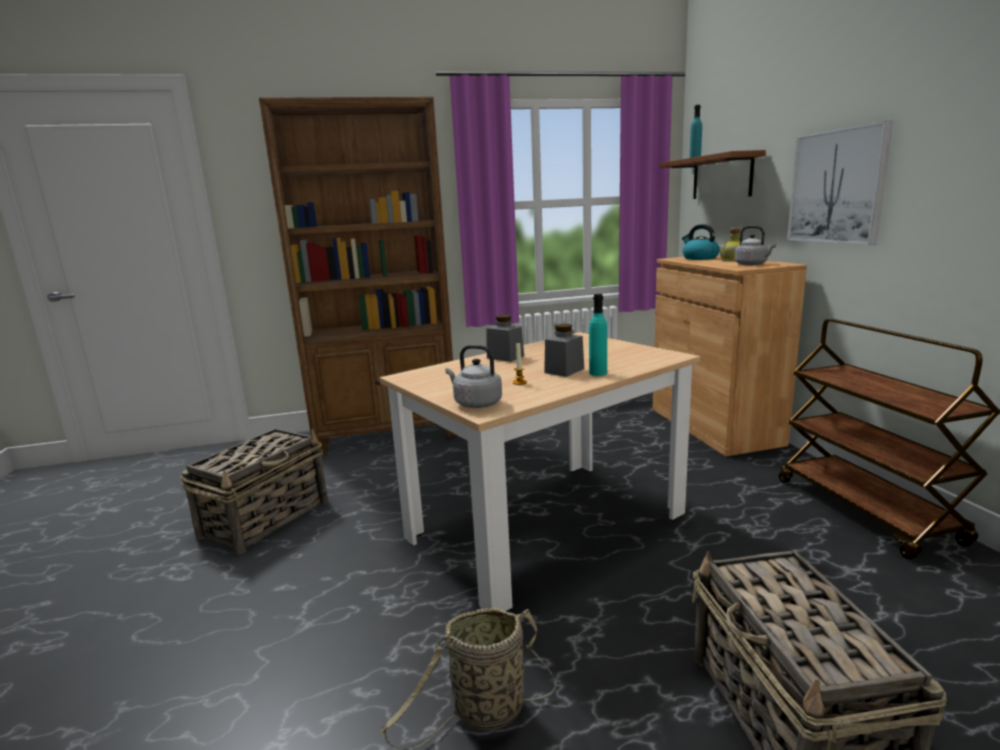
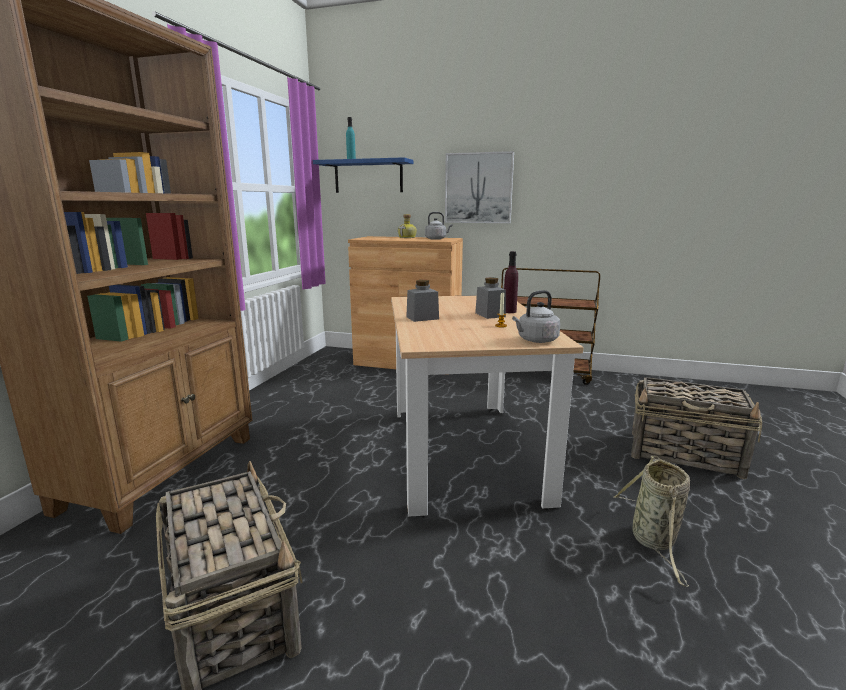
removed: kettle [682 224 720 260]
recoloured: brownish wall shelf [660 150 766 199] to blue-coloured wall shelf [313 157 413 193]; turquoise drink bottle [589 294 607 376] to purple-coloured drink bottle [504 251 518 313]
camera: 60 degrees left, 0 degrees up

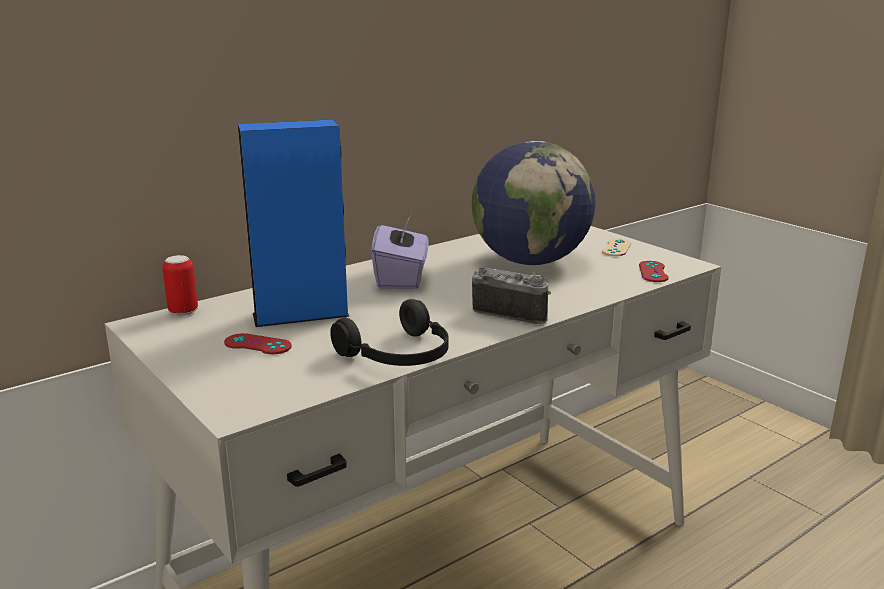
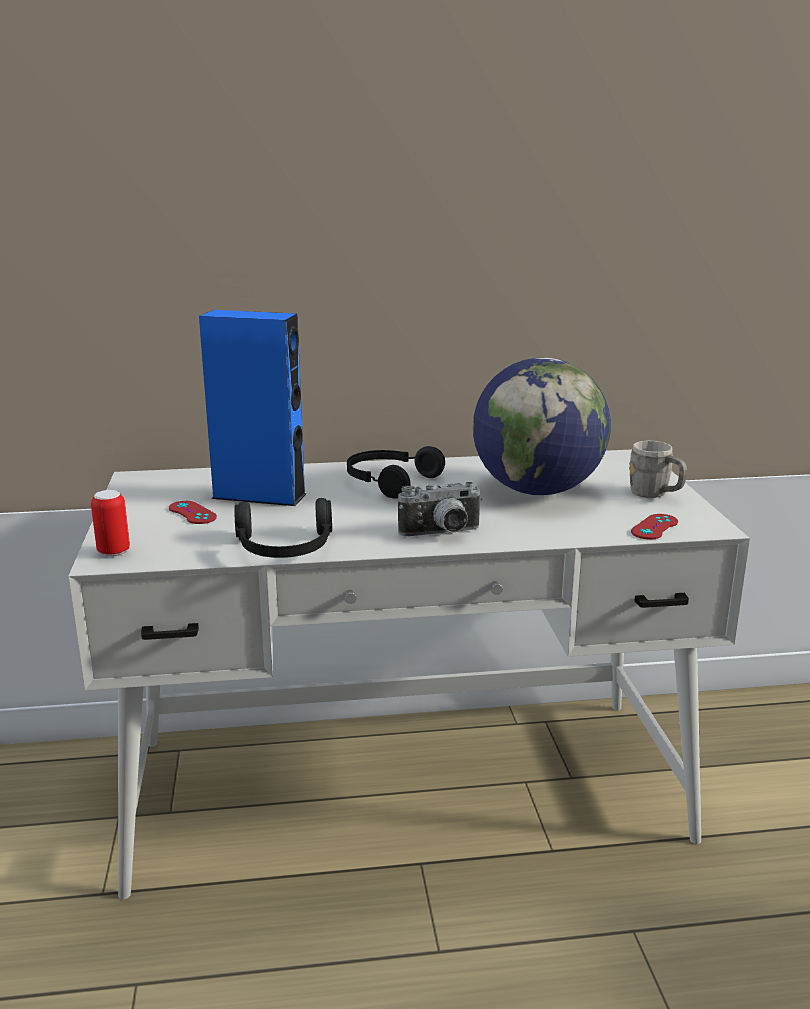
moved: can [162 255 198 315] to [91 490 130 557]
replaced: purple-coloured tissue holder [371 215 428 289] to black headset [347 446 445 499]; sand-coloured gamepad [602 238 631 256] to gray mug [629 441 687 498]
turned: still camera [472 267 551 324] = [398 482 482 536] 105 degrees clockwise
camera: 30 degrees right, 0 degrees up

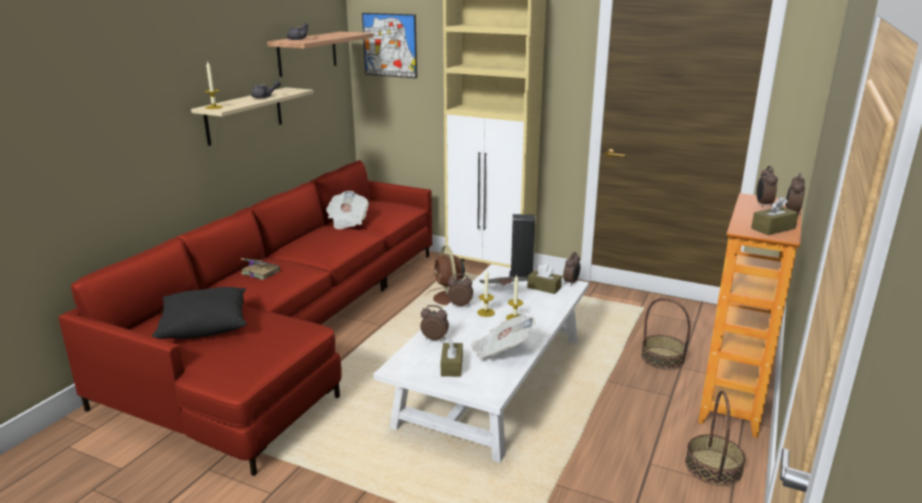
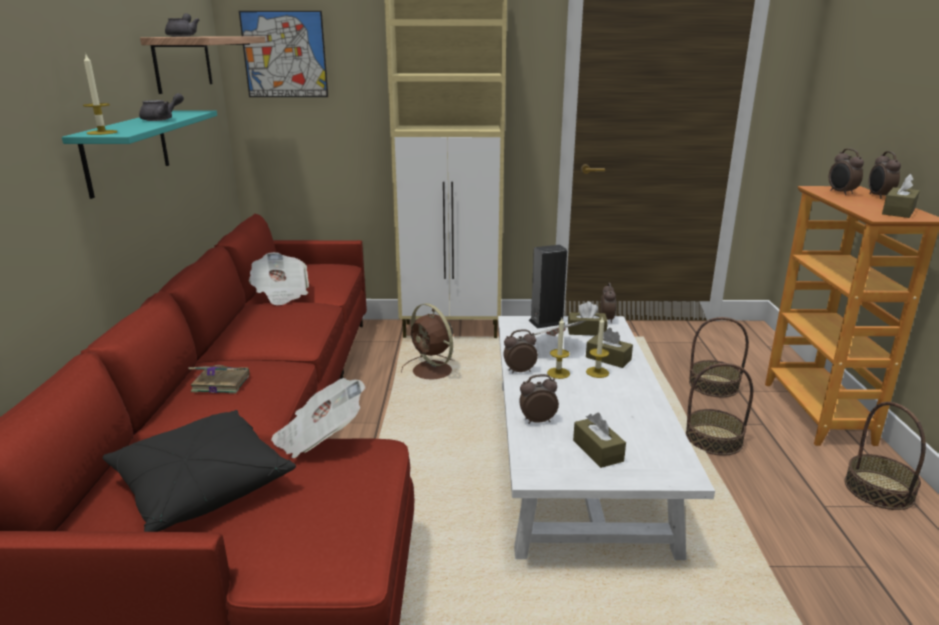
added: brownish tissue holder [586 328 633 368]; household basket [686 363 753 456]
moved: daily paper [471 314 536 359] to [271 378 366 458]
recoloured: sand-coloured wall shelf [191 87 314 146] to turquoise wall shelf [62 110 217 199]
camera: 25 degrees left, 0 degrees up

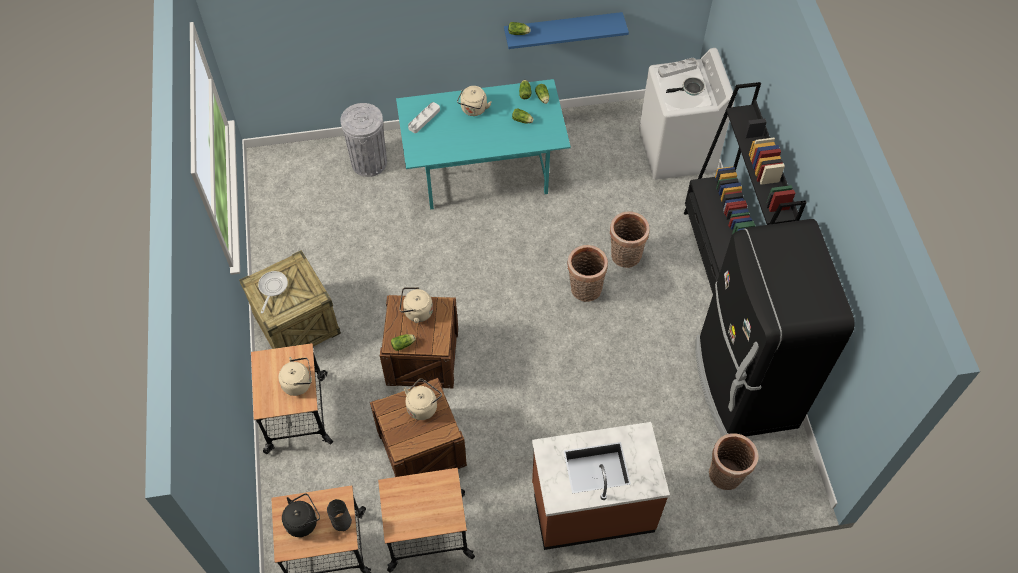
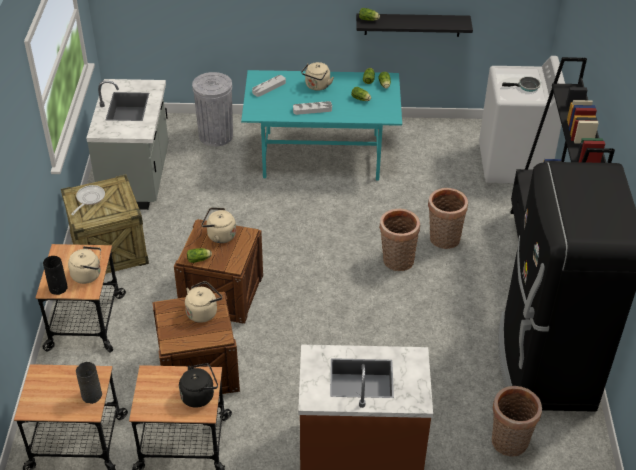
added: black flower vase [43 256 68 295]; gray kitchen base unit [86 79 168 210]
moved: black kettle [282 493 320 537] to [179 363 218 408]; gray carrying tray [658 58 698 78] to [293 101 332 115]
recoloured: blue-coloured wall shelf [504 12 629 49] to black wall shelf [356 14 473 37]
camera: 10 degrees right, 15 degrees down

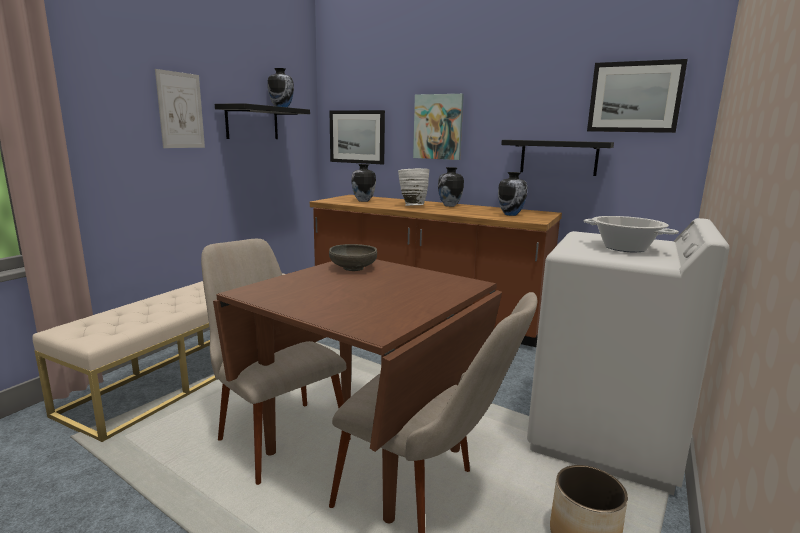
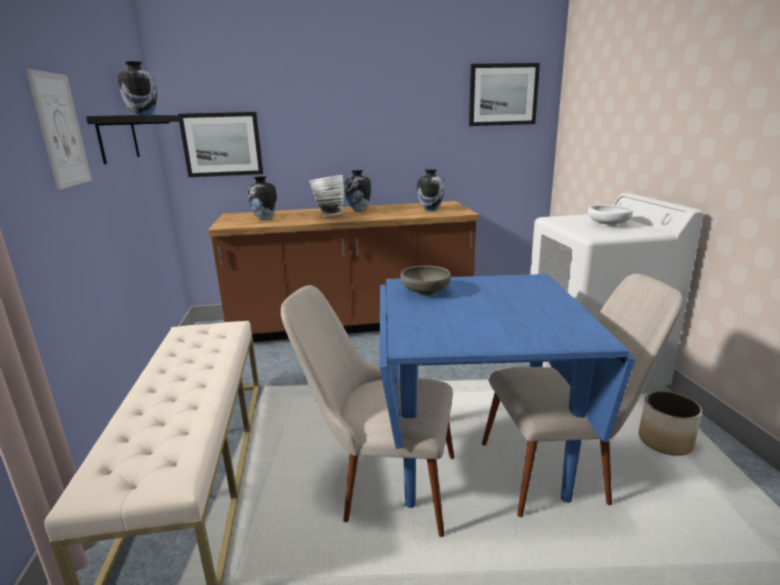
removed: wall art [413 94 464 160]; black wall shelf [501 140 614 176]
replaced: stockpot [584 216 679 252] to whitish serving bowl [588 205 633 227]
recoloured: brownish dinner table [213 259 502 523] to blue-coloured dinner table [379 274 636 508]
camera: 35 degrees left, 5 degrees up

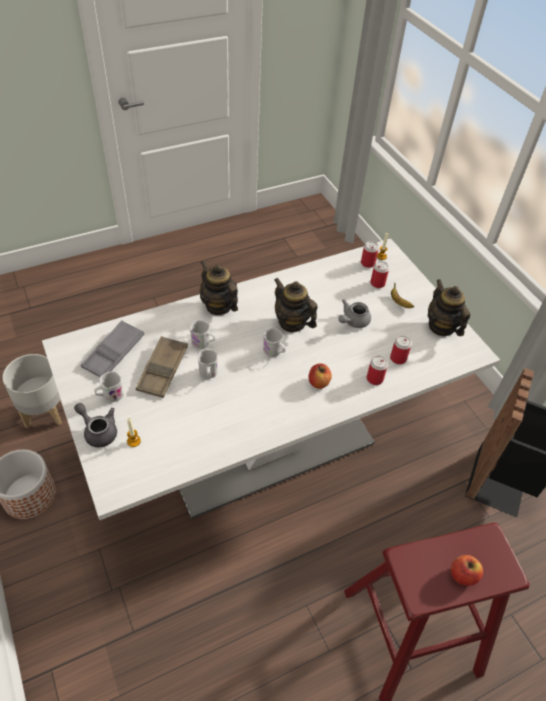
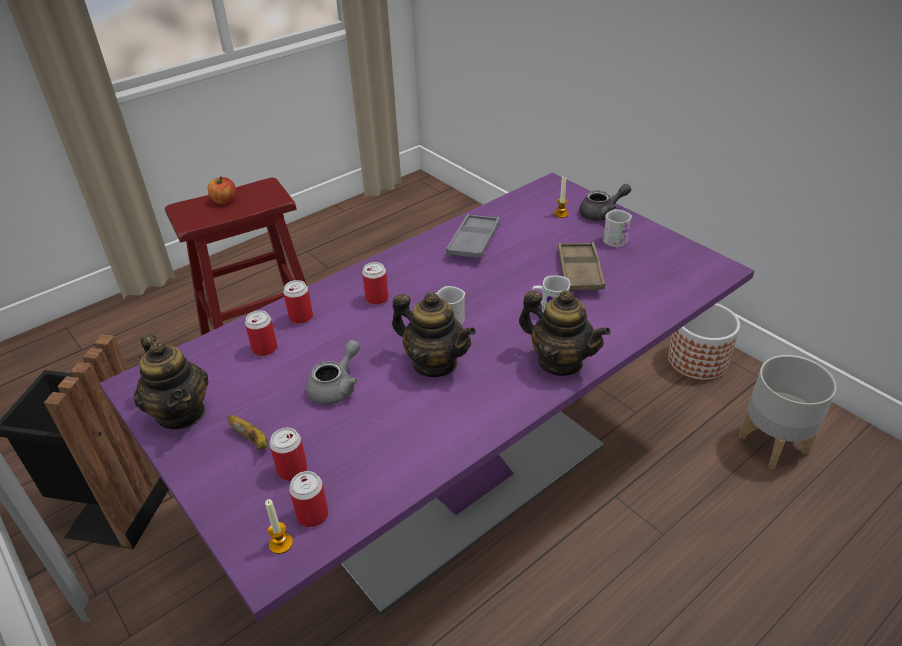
removed: whitish mug [198 349 217 379]
moved: gray carrying tray [81 321 144 377] to [446 214 500 260]
replaced: apple fruit [309 363 332 389] to can [362 262 389 305]
recoloured: whitish dinner table [42 238 500 520] to purple-coloured dinner table [99 172 754 621]
turned: gray tea pot [74 403 117 447] = [579 184 631 221] 45 degrees counterclockwise
camera: 170 degrees right, 10 degrees down

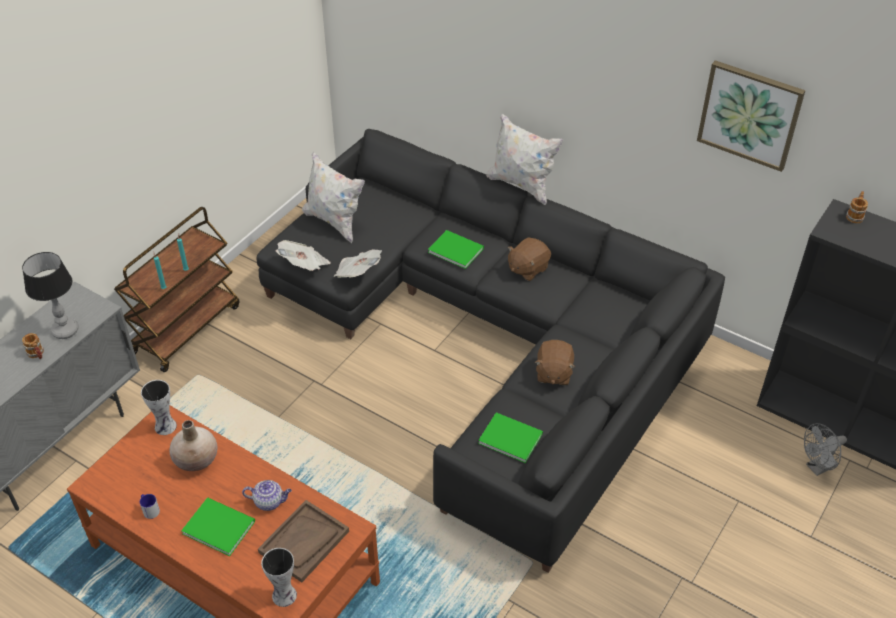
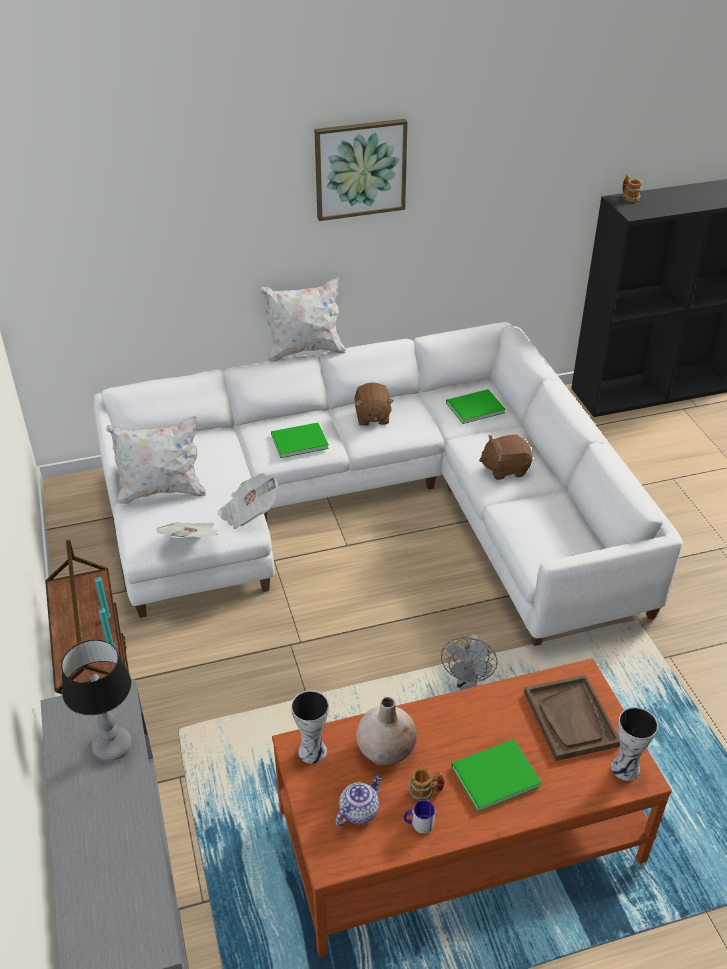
moved: wall art [697 60 805 172] to [314 119 408 221]; tea pot [242 480 292 511] to [335 774 382 826]; mug [22 333 44 359] to [408 768 445 802]; gray cooling fan [804 423 847 476] to [441 634 497 689]; green-coloured book [478 412 543 463] to [446 389 506 424]
recoloured: black settee [256 129 725 573] to whitish settee [94 322 683 646]
turned: brownish soft toy [535 340 575 385] = [479 435 533 480] 120 degrees clockwise
camera: 50 degrees left, 5 degrees down

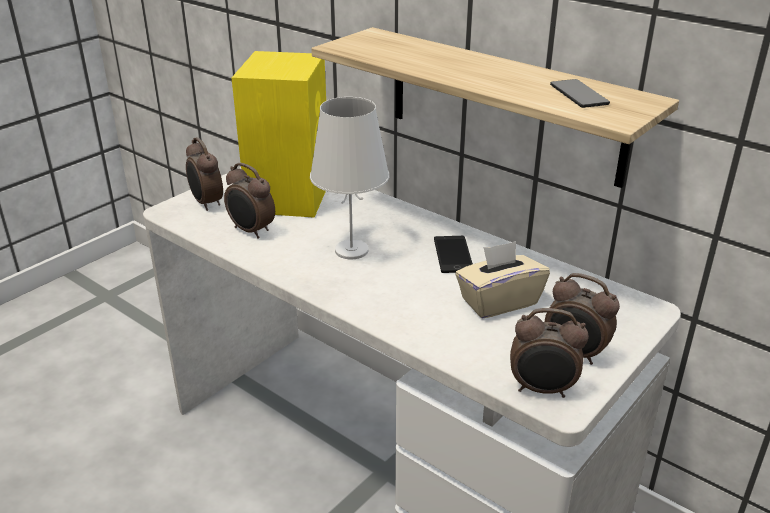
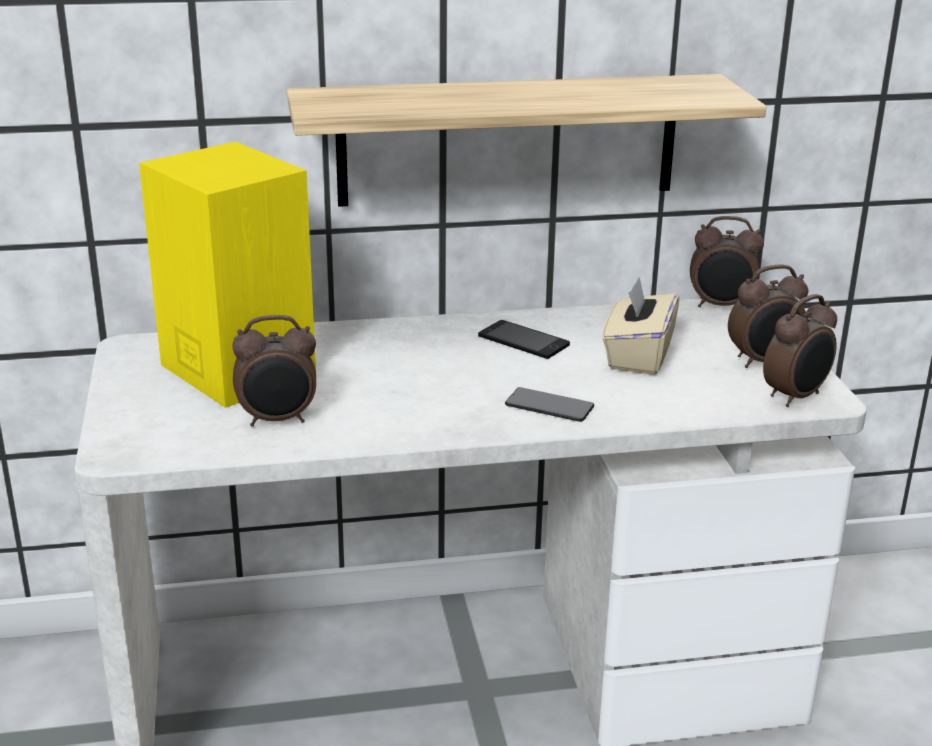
removed: whitish tabletop lamp [310 97 390 259]
moved: handset [550 79 610 108] to [505 387 594 422]; bedside clock [186 137 223 211] to [690 216 764 307]
camera: 50 degrees left, 5 degrees down

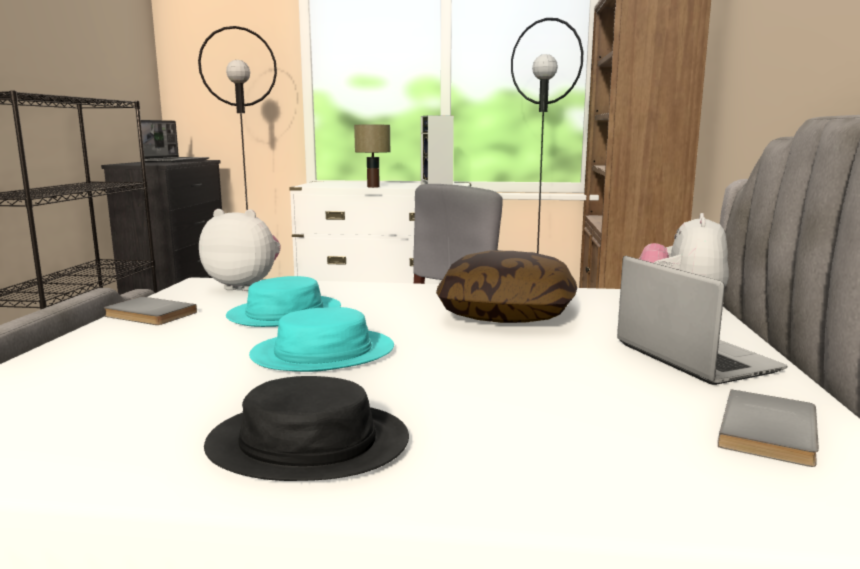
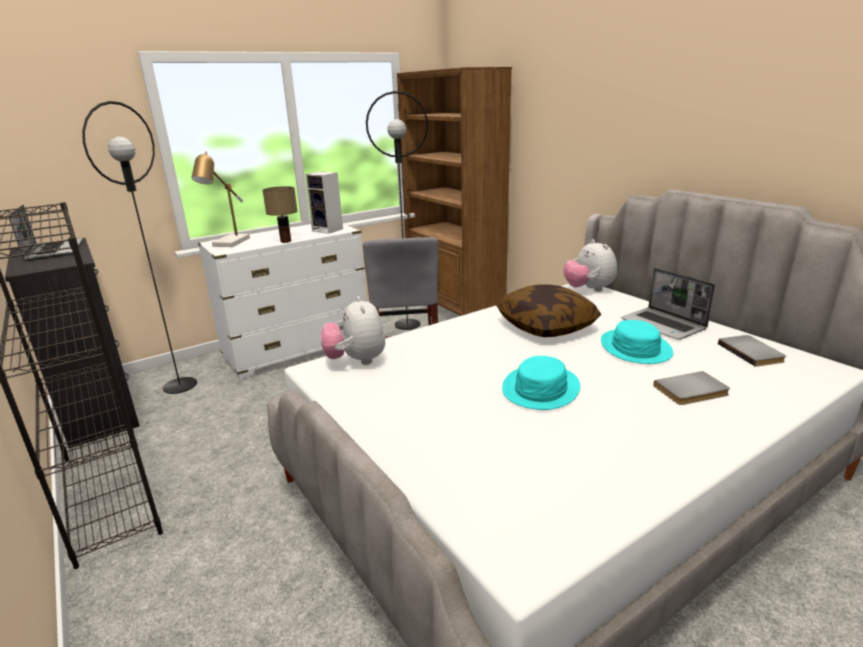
removed: black wearable hat [204 376 409 481]
added: tabletop lamp [192 151 250 247]
moved: turquoise wearable hat [226 276 341 327] to [601 320 673 364]; gray book [103 297 197 325] to [653 371 730 405]
turned: soft toy [199 209 281 291] = [321 296 385 365] 75 degrees counterclockwise; portable computer [617 256 788 385] = [621 268 715 340] 150 degrees counterclockwise
camera: 40 degrees left, 10 degrees up

